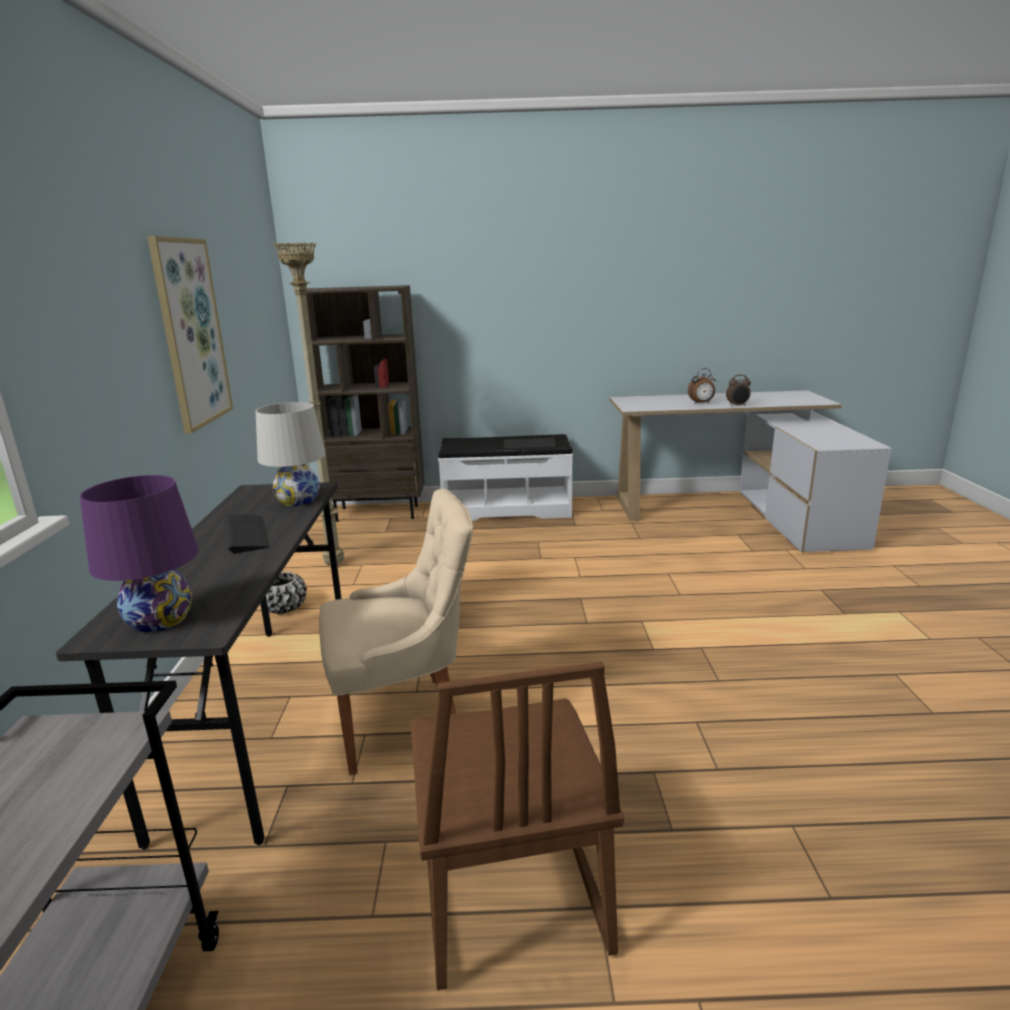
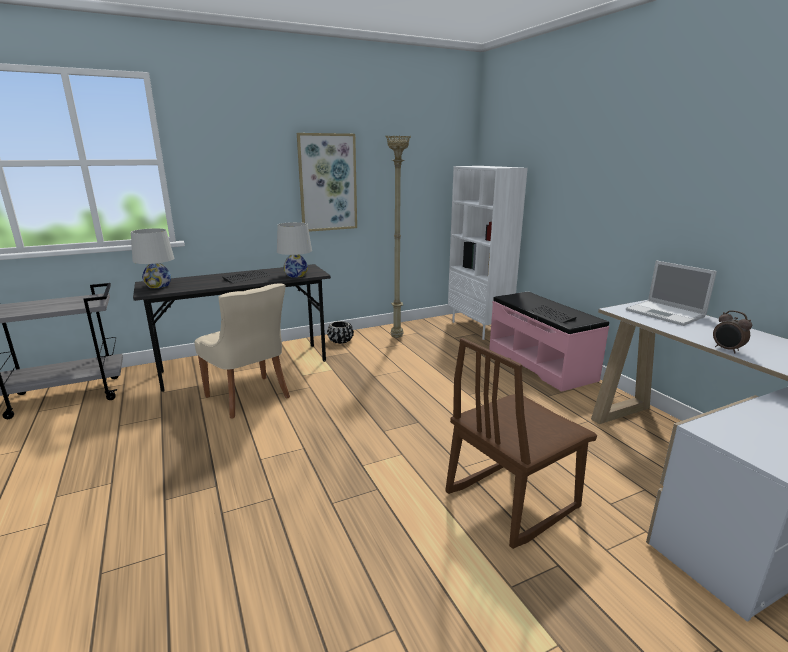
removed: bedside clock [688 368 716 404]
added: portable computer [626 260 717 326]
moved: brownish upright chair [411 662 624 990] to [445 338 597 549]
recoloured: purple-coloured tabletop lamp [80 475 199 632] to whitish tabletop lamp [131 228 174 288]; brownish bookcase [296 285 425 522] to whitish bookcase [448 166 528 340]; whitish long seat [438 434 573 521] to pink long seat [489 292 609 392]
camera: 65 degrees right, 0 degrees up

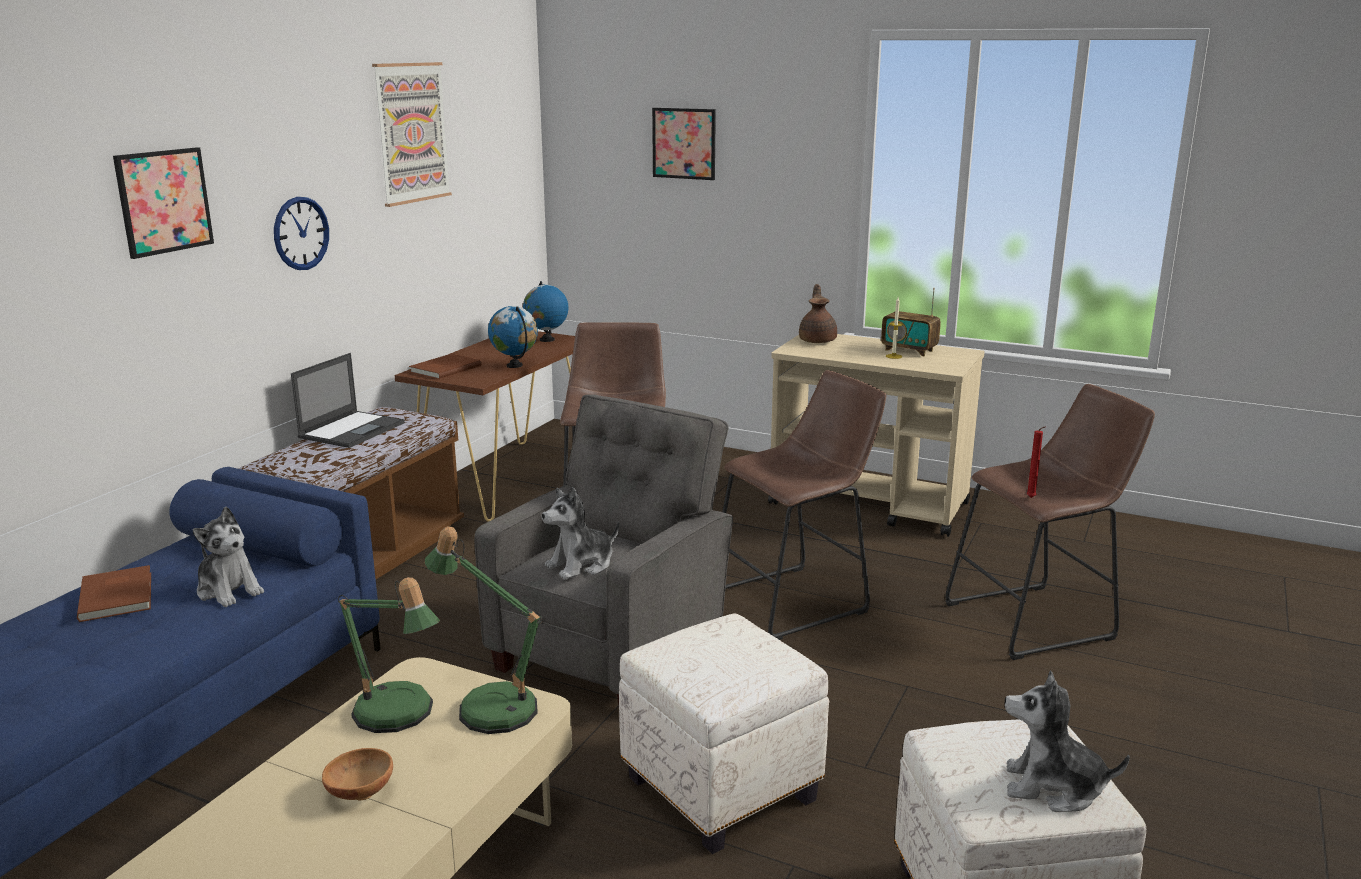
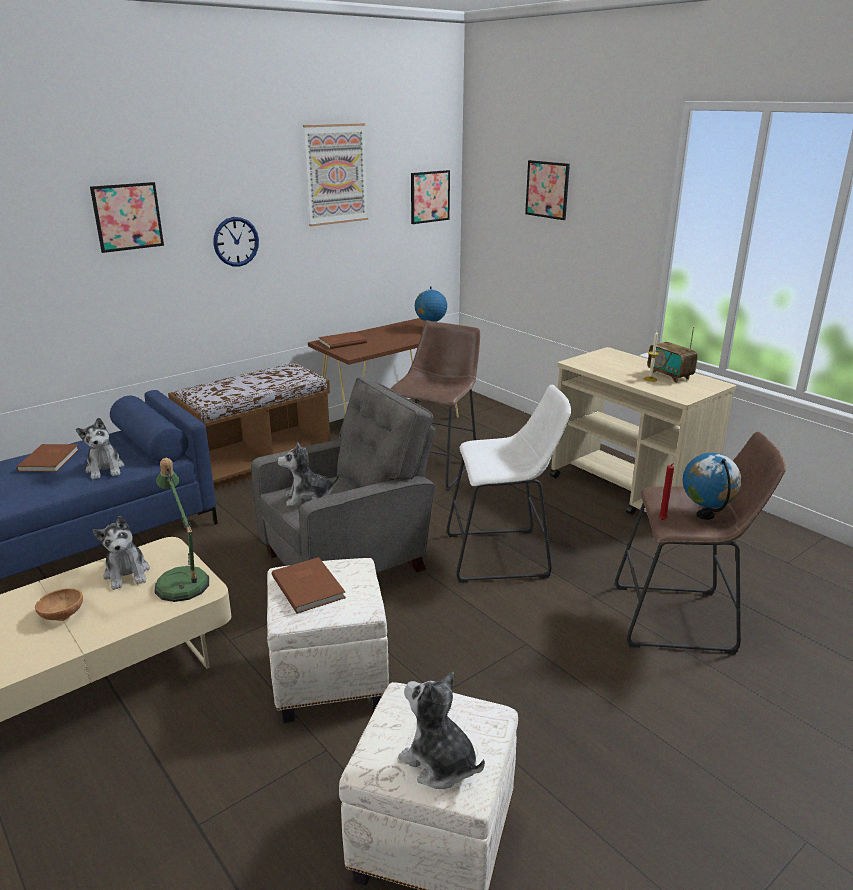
removed: portable computer [291 353 405 448]; brownish tea pot [799 284 837 343]
added: brownish book [272 557 346 614]; wall art [411 170 450 224]
moved: world globe [488 306 538 368] to [683 453 742 520]
replaced: tabletop lamp [338 577 440 733] to soft toy [92 516 150 590]
recoloured: brownish stool seat [722 370 886 640] to whitish stool seat [447 385 571 583]
camera: 25 degrees right, 5 degrees up

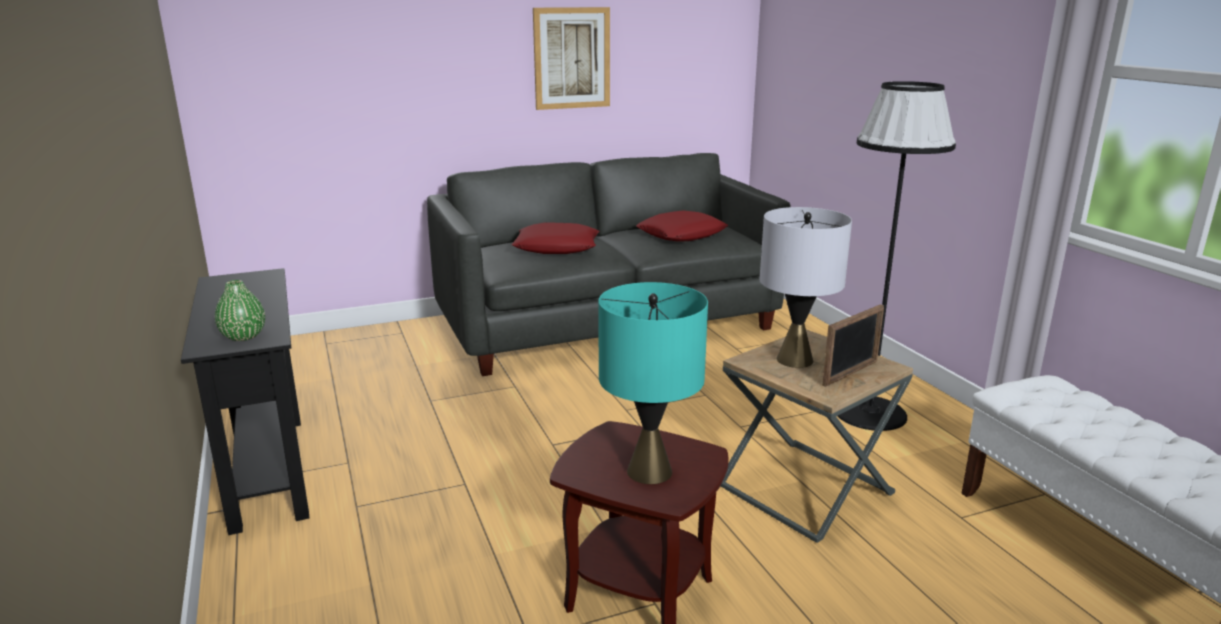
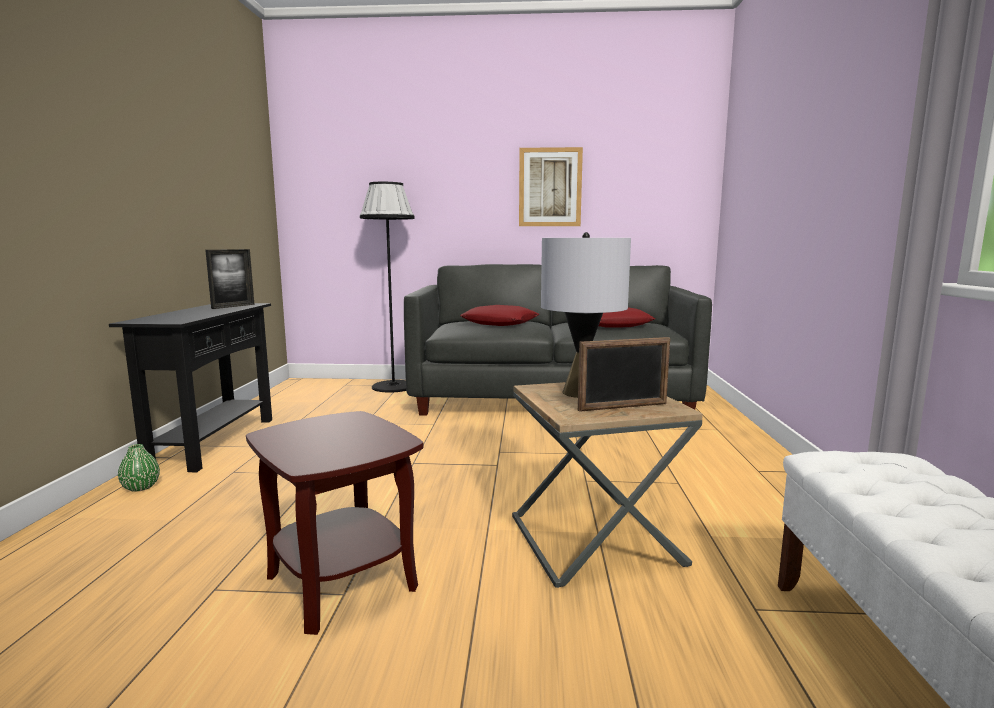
removed: turquoise tabletop lamp [598 282 708 484]
added: photo frame [205 249 255 309]
moved: green-coloured flower vase [215 280 265 341] to [118 444 160 492]; black standard lamp [838 81 956 431] to [360 182 415 393]
camera: 25 degrees right, 10 degrees down

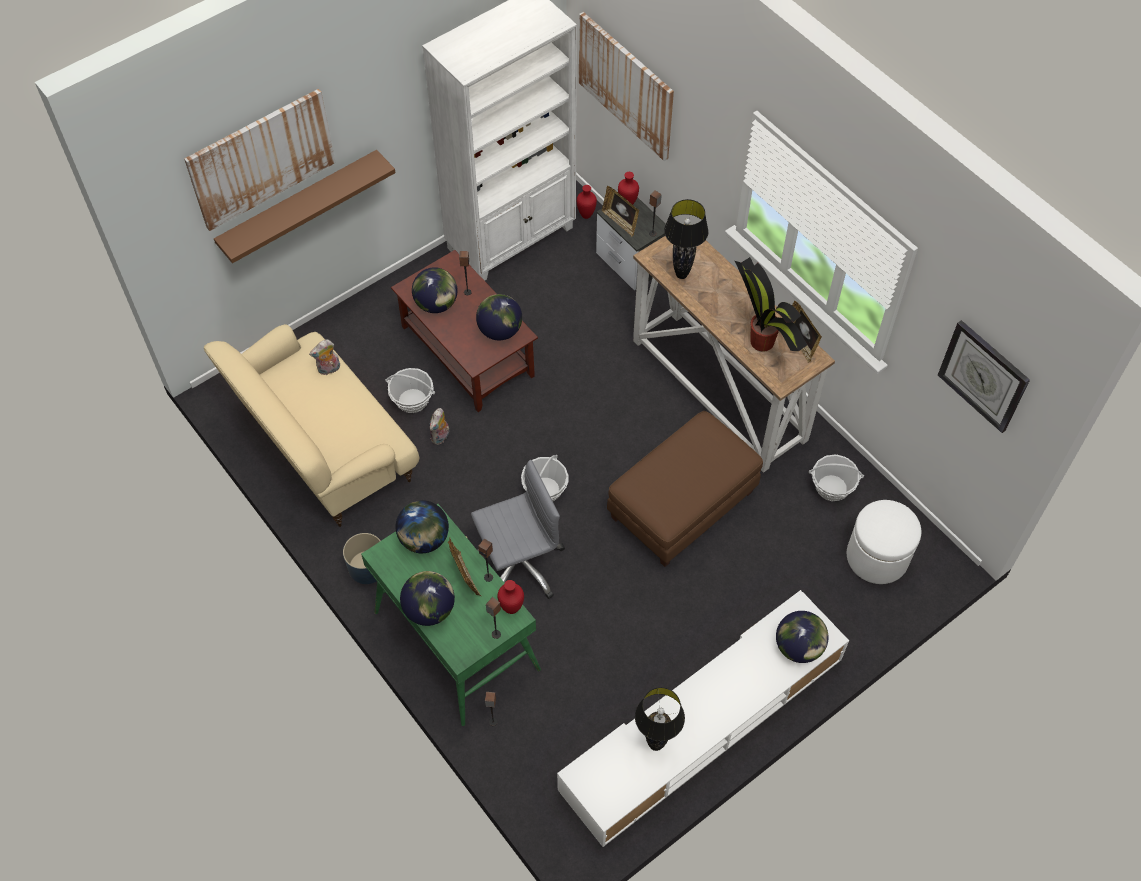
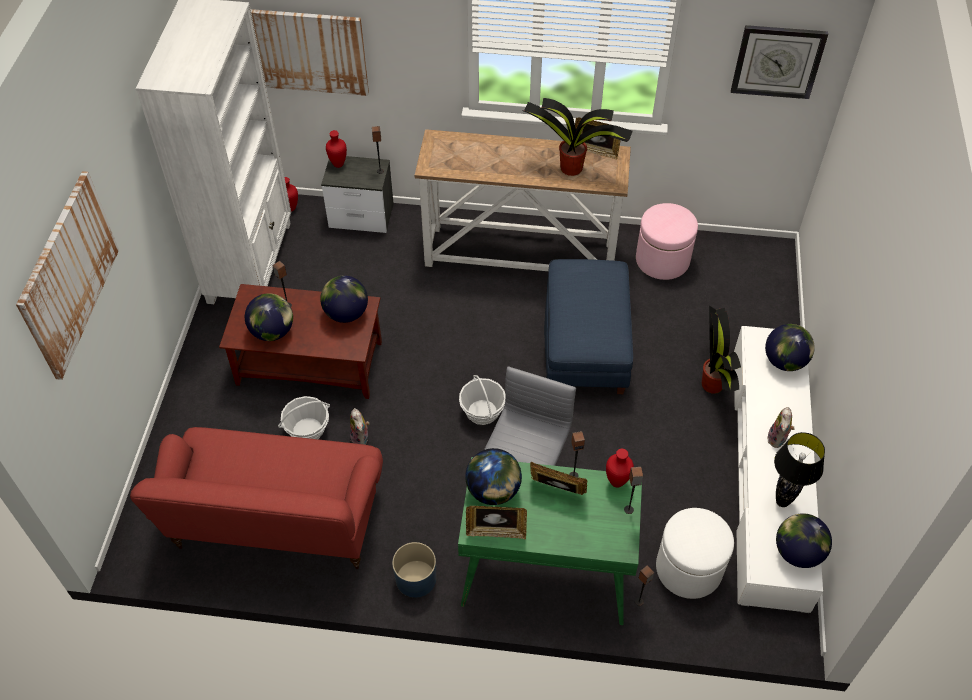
removed: brownish wall shelf [214 150 396 263]; black tabletop lamp [664 199 709 279]
added: potted plant [702 306 741 394]
moved: photo frame [602 186 639 237] to [466 506 527 539]; whitish pouffe [847 500 921 584] to [656 508 734 599]; soft toy [309 339 340 376] to [767 407 795 448]; world globe [400 571 455 626] to [776 513 832 568]
replaced: household basket [809 454 864 501] to pink pouffe [636 203 698 280]
recoloured: sand-coloured settee [204 324 419 527] to red settee [130 427 383 569]; brownish pouffe [607 411 763 567] to blue-coloured pouffe [544 259 633 394]
camera: 45 degrees left, 5 degrees down

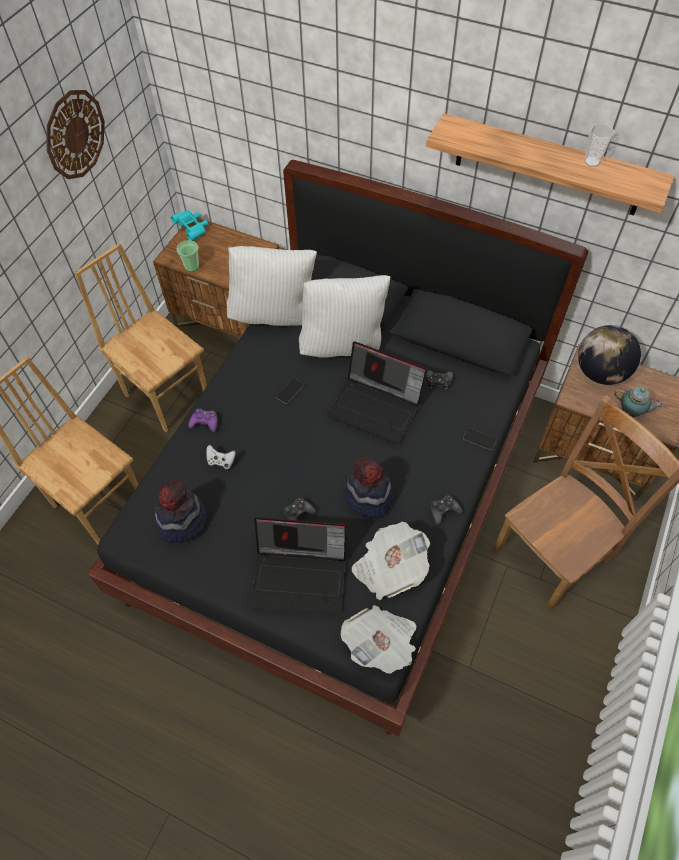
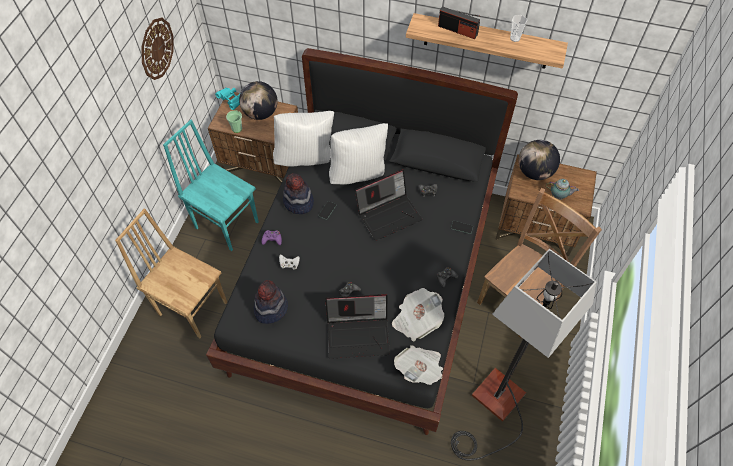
added: world globe [239 81 278 120]; radio [438 6 480 39]; standard lamp [451 249 597 460]
moved: wearable hat [345 456 393 518] to [283 173 314 214]
recoloured: brownish upright chair [74 243 207 432] to turquoise upright chair [163 120 259 251]
turned: portable computer [327 341 427 444] = [355 169 423 241] 45 degrees counterclockwise
camera: 10 degrees left, 0 degrees up

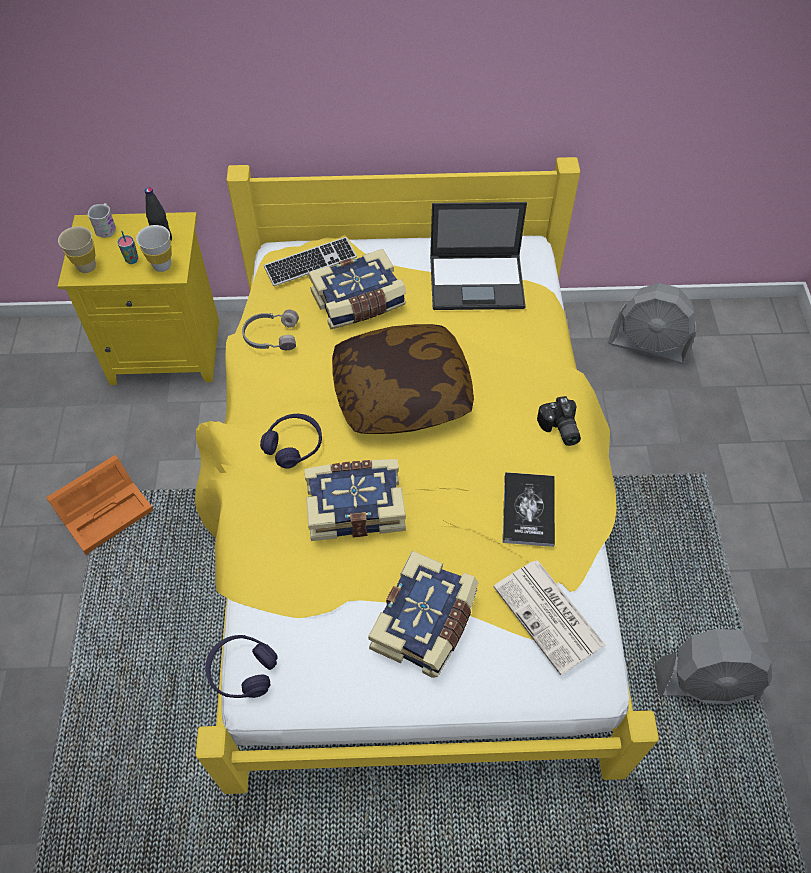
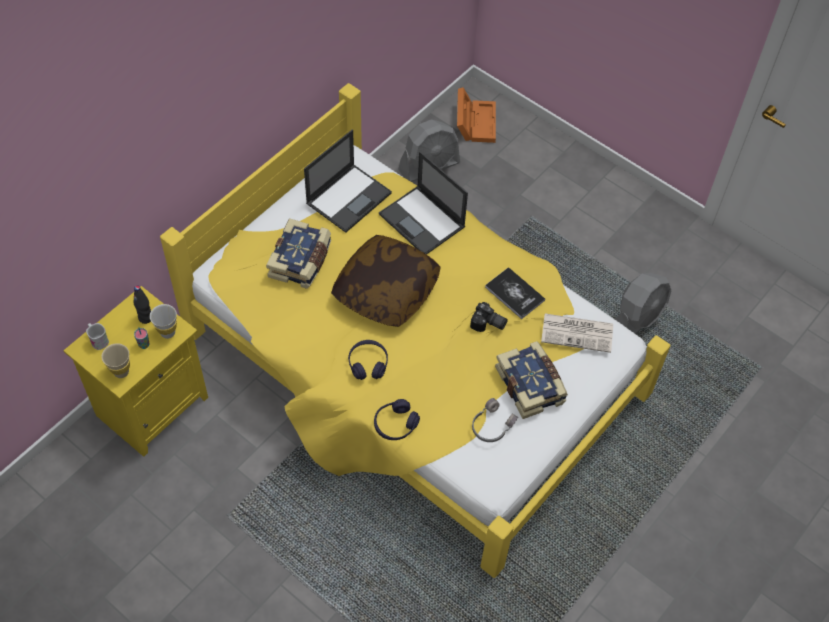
removed: computer keyboard [264 237 357 286]; book [304 459 406 541]
added: portable computer [379 152 468 255]
moved: purple-coloured headset [205 635 278 698] to [374 399 420 440]; orange storage bin [46 455 153 555] to [457 87 496 143]; still camera [537 396 581 446] to [470 302 508 332]; gray headset [242 309 299 350] to [472 398 518 442]
camera: 50 degrees left, 0 degrees up

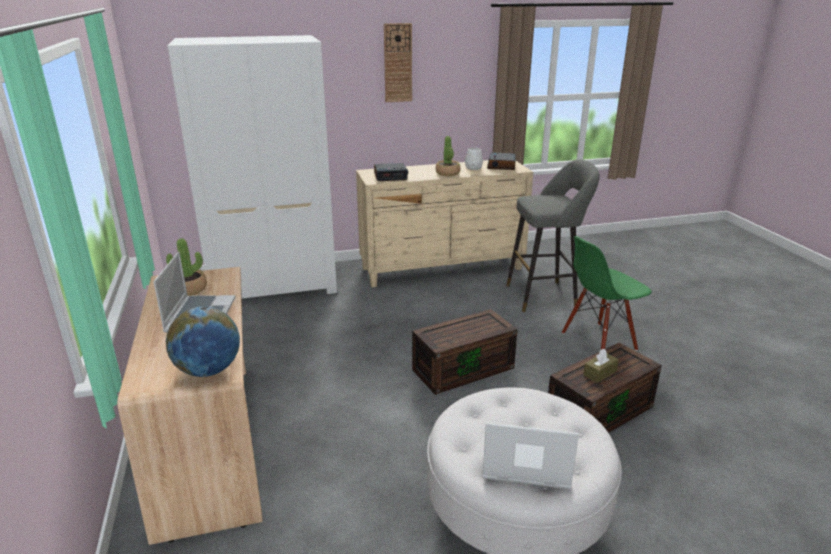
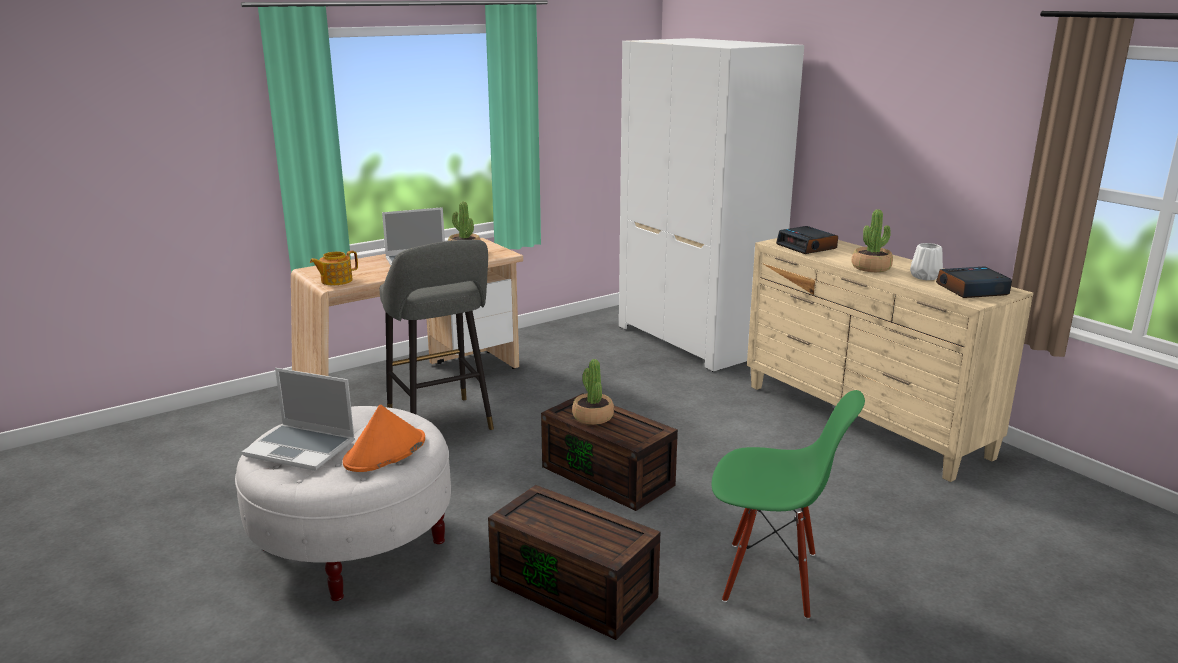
removed: clock on the wall [384 23 412 102]; brownish tissue holder [583 349 619 383]
added: orange wearable hat [343 405 425 472]; potted plant [572 359 614 425]
moved: gray stool seat [506 159 600 312] to [380 240 494 430]
replaced: world globe [166 307 240 377] to tea pot [310 251 358 285]
turned: portable computer [482 423 579 489] = [242 368 355 471] 120 degrees clockwise; green-coloured upright chair [562 236 652 351] = [712 390 865 619] 150 degrees clockwise
camera: 70 degrees right, 5 degrees down

